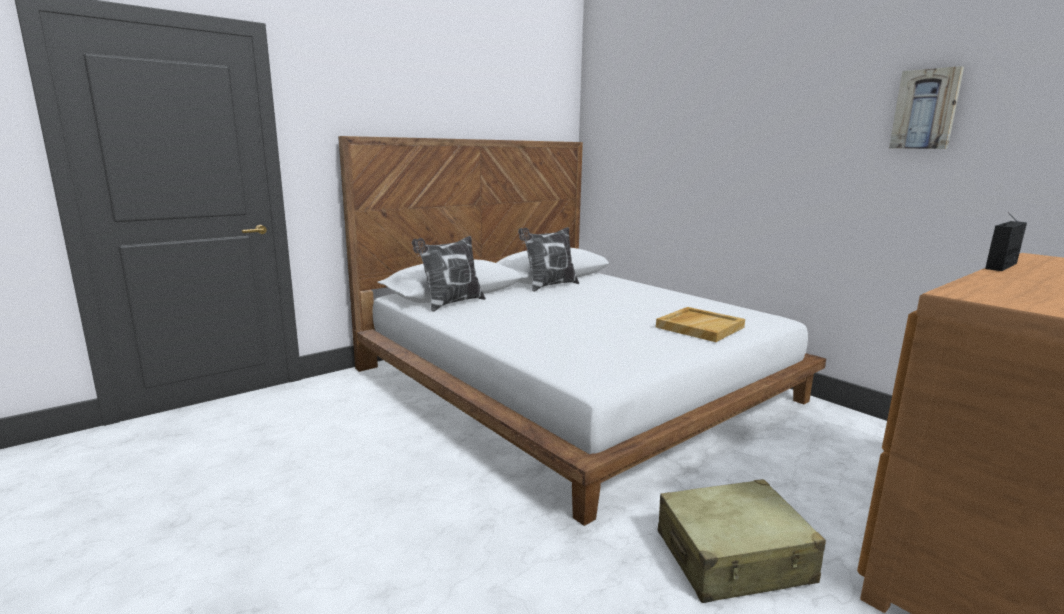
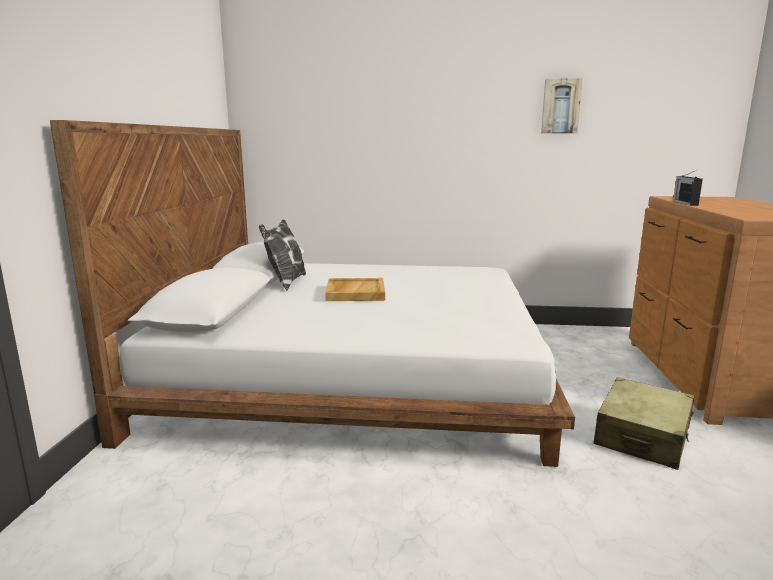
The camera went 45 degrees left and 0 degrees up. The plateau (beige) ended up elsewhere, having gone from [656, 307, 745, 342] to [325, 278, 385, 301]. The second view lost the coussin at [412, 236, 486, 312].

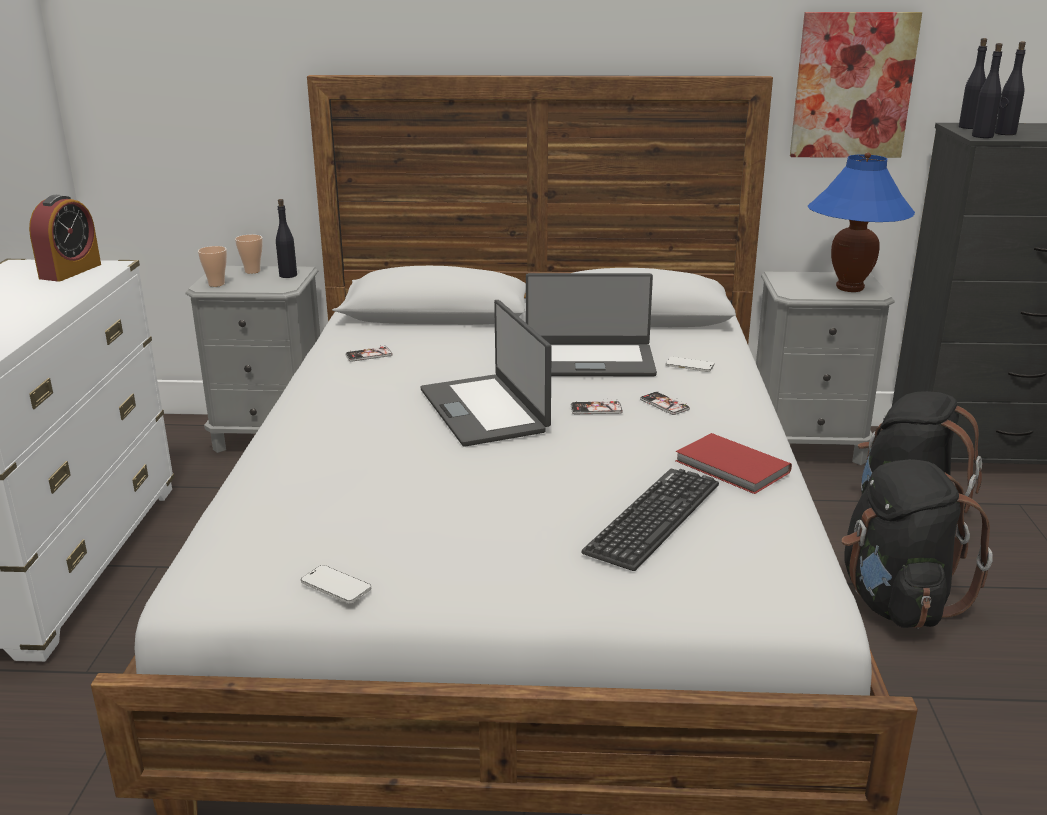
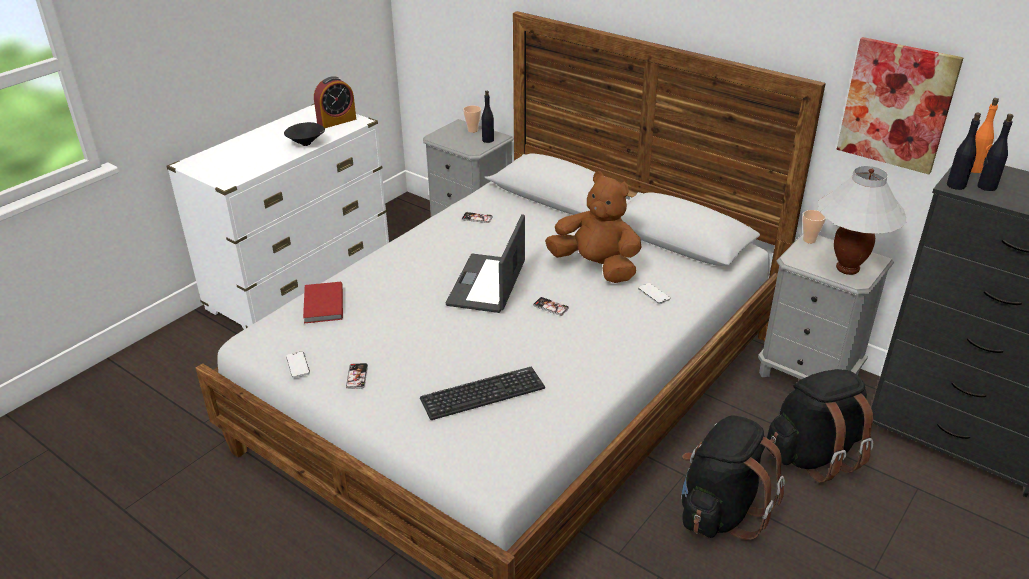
The camera went 35 degrees right and 10 degrees up. The second view gained the bol (noir) at [284, 122, 325, 146]. The livre (rouge) ended up elsewhere, having gone from [676, 433, 792, 494] to [303, 282, 343, 324]. The téléphone ended up elsewhere, having gone from [640, 391, 690, 415] to [346, 363, 368, 389]. Where the ordinateur portable stood at [526, 273, 657, 376], the peluche (marron) came to stand at [545, 172, 641, 283]. The tasse ended up elsewhere, having gone from [198, 246, 227, 287] to [802, 210, 826, 243]. What was the lampe de table (bleu) at [808, 153, 915, 292] turned into the lampe de table (blanc) at [818, 166, 907, 275]. What was the bouteille (noir) at [959, 38, 987, 129] turned into the bouteille (orange) at [971, 98, 999, 173].

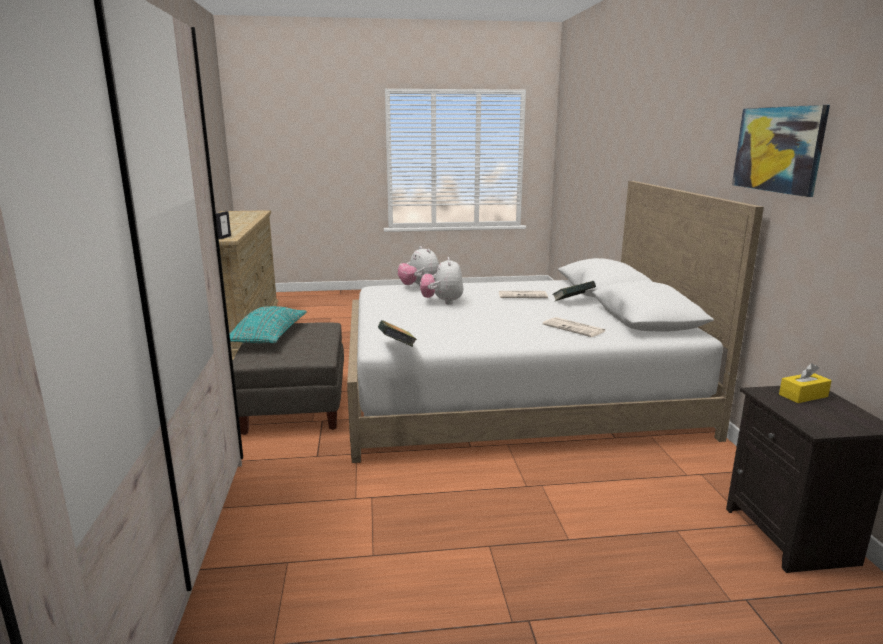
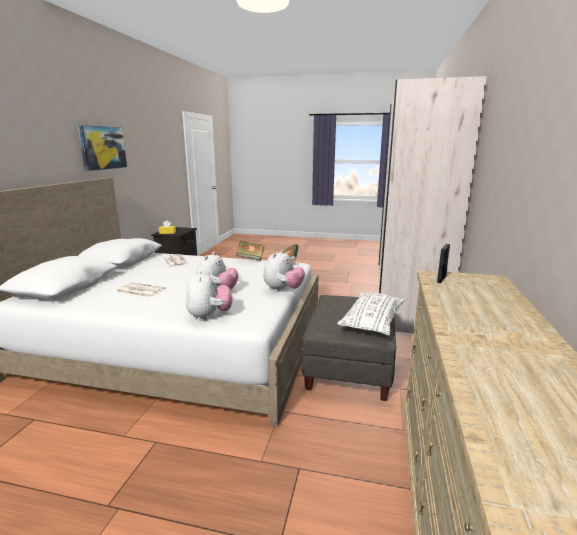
The camera went 160 degrees left and 0 degrees up. The livre ended up elsewhere, having gone from [553, 281, 596, 301] to [236, 241, 264, 260]. The second view gained the peluche at [263, 250, 305, 292]. What was the coussin (turquoise) at [229, 306, 307, 343] turned into the coussin (blanc) at [337, 292, 405, 336].

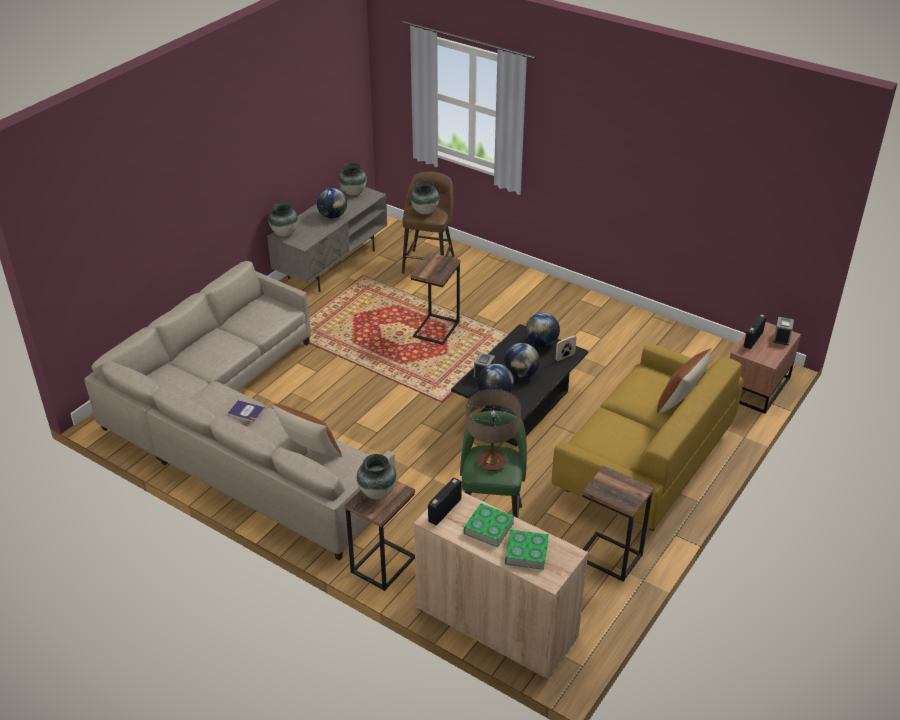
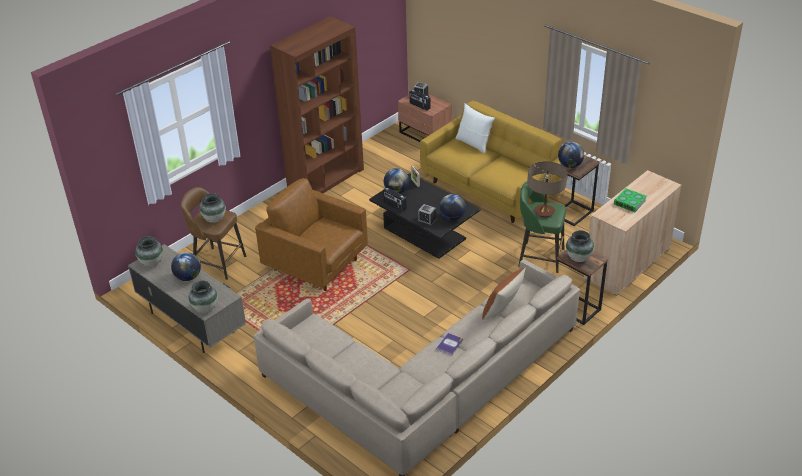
The camera went 80 degrees left and 0 degrees up. Where the table d'appoint stood at [410, 253, 460, 345], the fauteuil (marron) came to stand at [255, 178, 368, 291]. The second view gained the bibliothèque (marron) at [270, 17, 364, 193]. The radio ended up elsewhere, having gone from [428, 477, 462, 525] to [383, 187, 407, 212]. What was the coussin (marron) at [657, 348, 712, 413] turned into the coussin (blanc) at [456, 103, 495, 154]. The globe ended up elsewhere, having gone from [504, 343, 540, 378] to [558, 142, 584, 168]. The second view lost the livre at [505, 529, 549, 570].

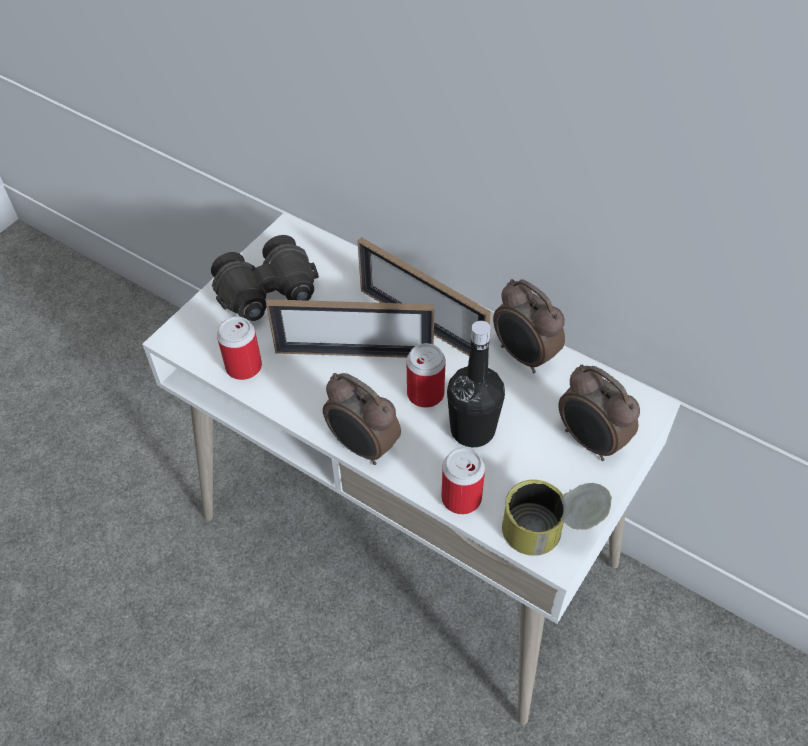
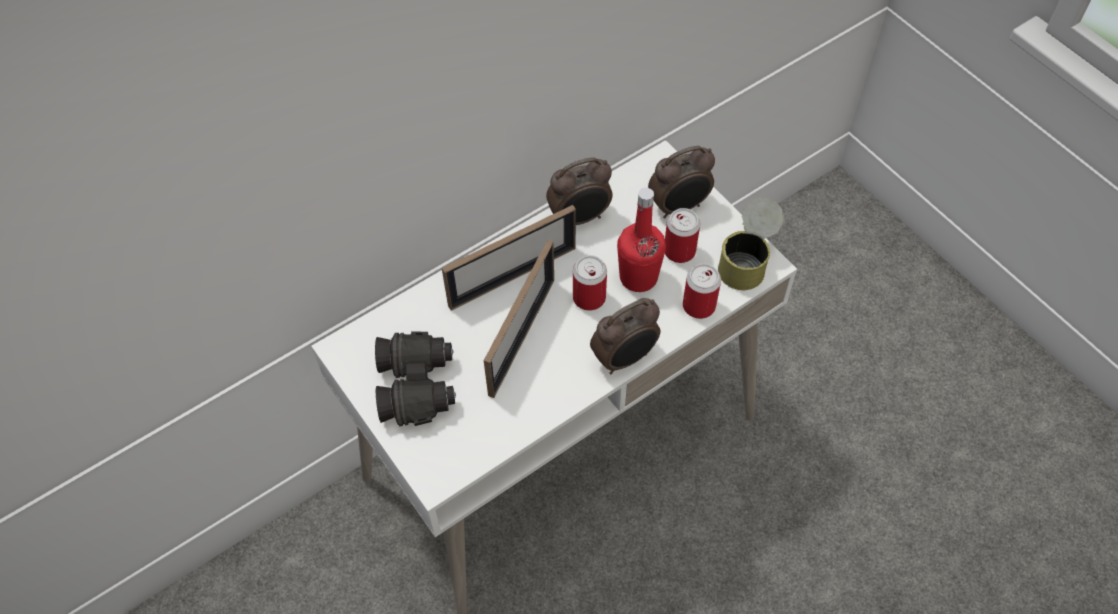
The camera went 70 degrees left and 5 degrees up. What was the bouteille (noir) at [447, 321, 505, 447] turned into the bouteille (rouge) at [617, 188, 666, 292]. The boîte métallique ended up elsewhere, having gone from [217, 316, 262, 380] to [665, 208, 700, 263].

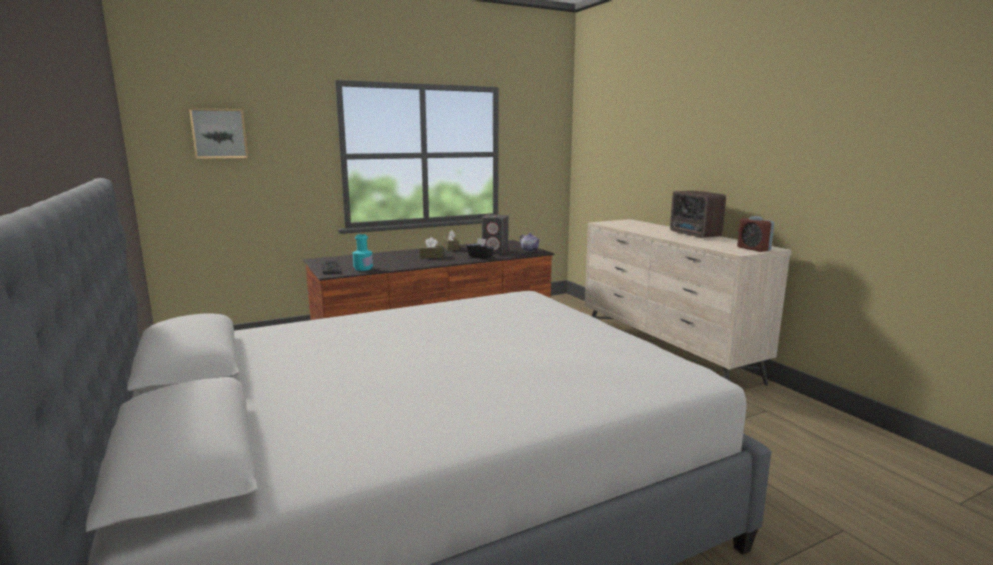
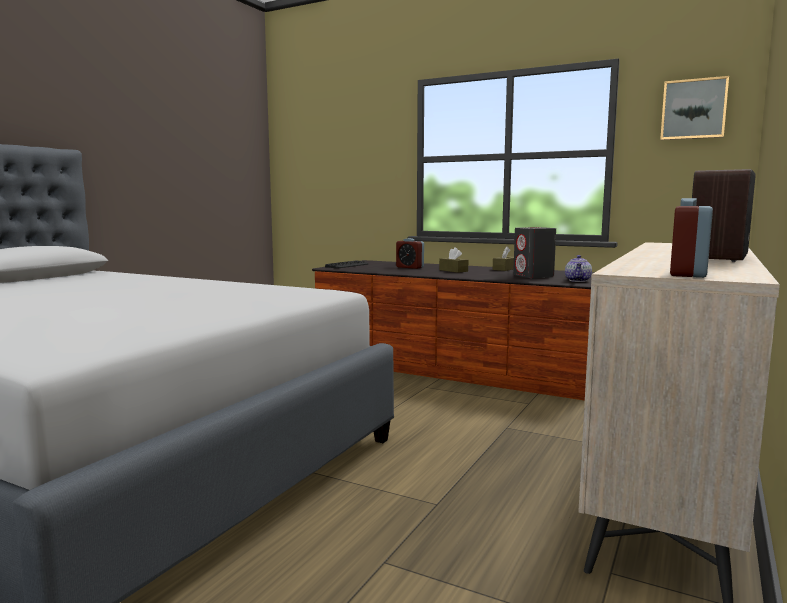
The camera went 55 degrees right and 5 degrees down. The second view gained the réveil at [396, 238, 424, 269]. The tableau ended up elsewhere, having gone from [189, 108, 248, 159] to [660, 76, 729, 140]. The second view lost the bouteille (turquoise) at [353, 234, 373, 271]. The second view lost the boîte à mouchoirs (noir) at [467, 238, 494, 259].

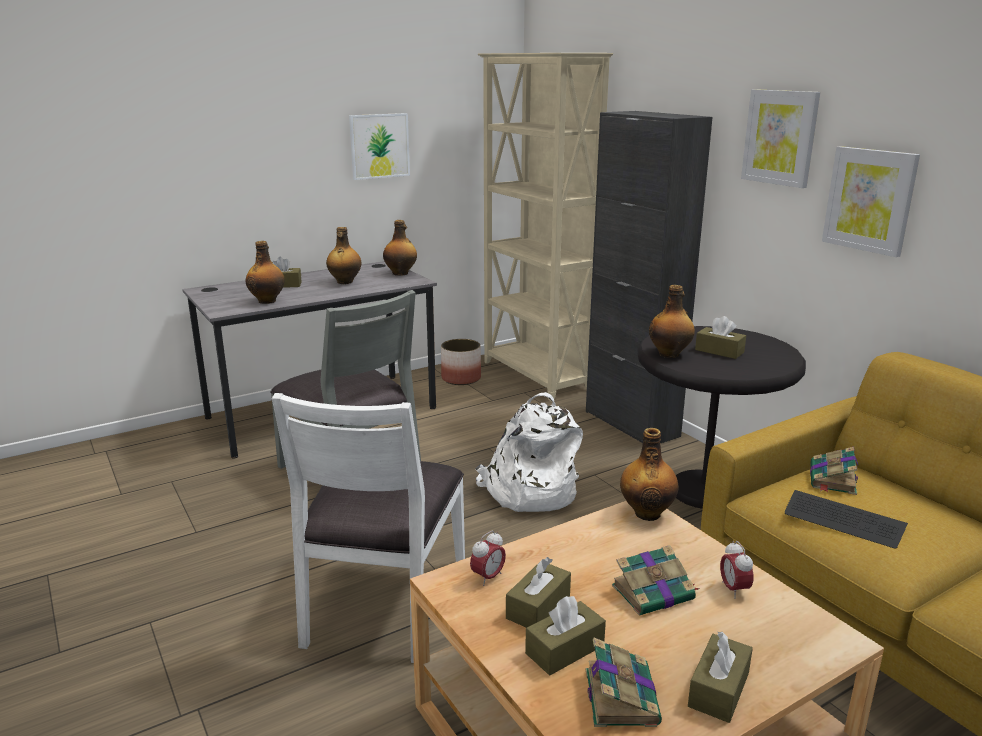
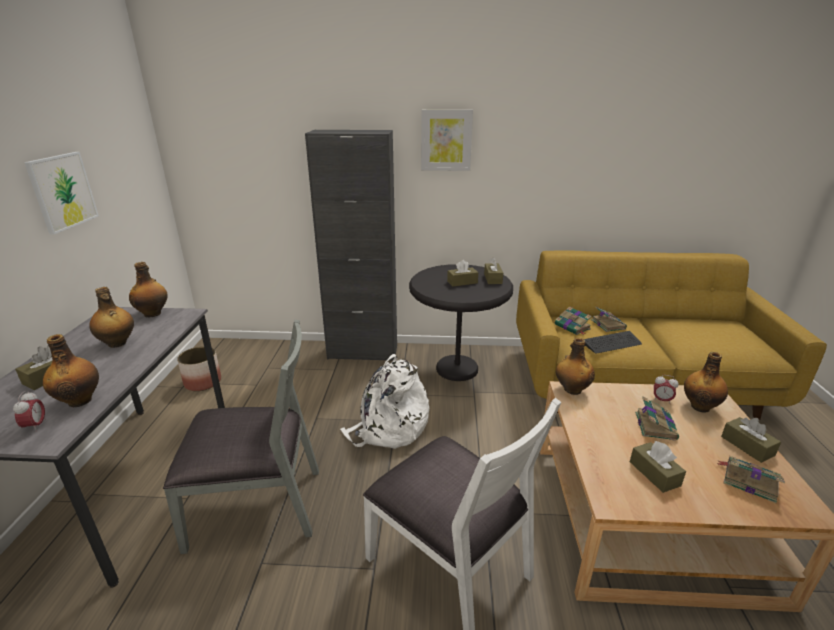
The camera went 55 degrees left and 5 degrees up. The réveil ended up elsewhere, having gone from [470, 530, 506, 586] to [13, 391, 46, 432]. The boîte à mouchoirs (marron) ended up elsewhere, having gone from [525, 596, 606, 675] to [484, 257, 503, 284]. The second view gained the livre at [591, 306, 627, 332]. The bouteille ended up elsewhere, having gone from [649, 285, 695, 358] to [684, 352, 728, 413]. The second view lost the bibliothèque (beige) at [478, 53, 613, 401]. The second view lost the tableau at [822, 146, 920, 257].

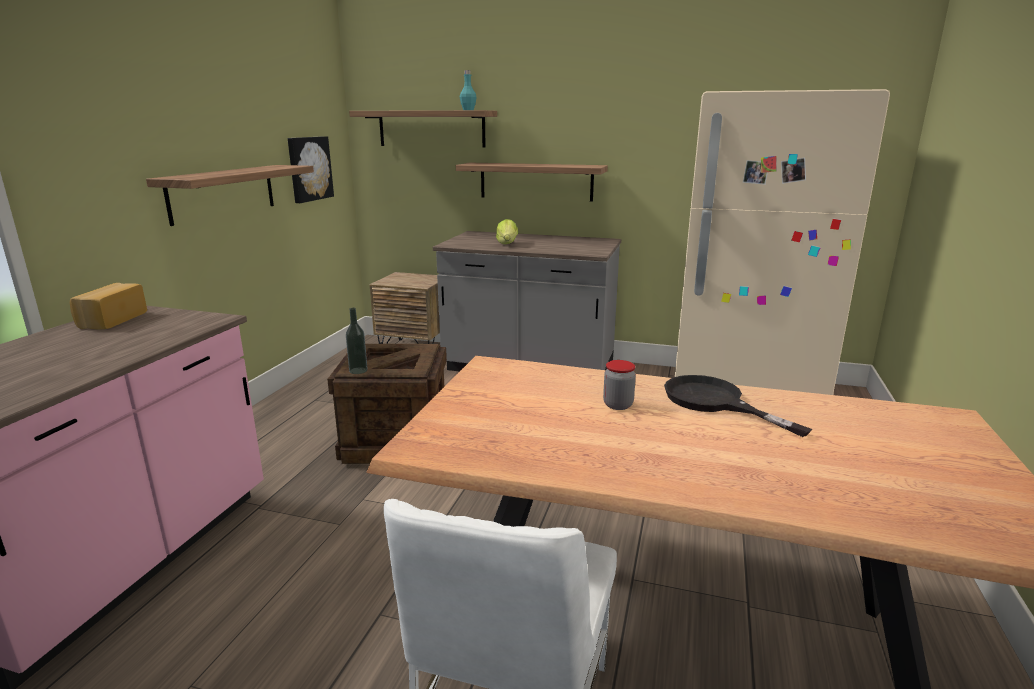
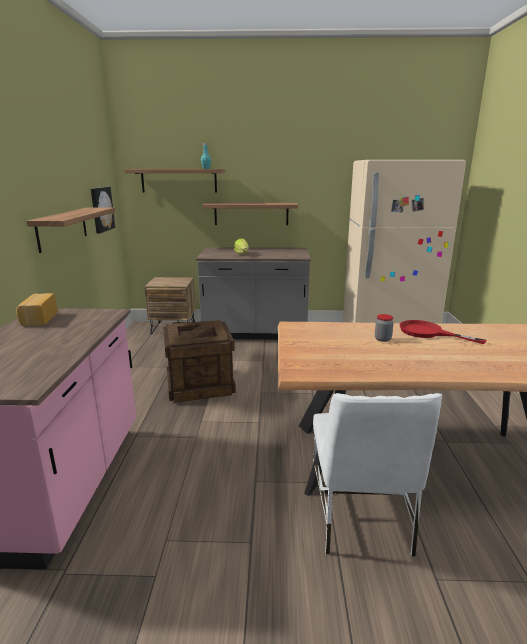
The camera went 15 degrees left and 0 degrees up. What was the poêle (noir) at [664, 375, 812, 437] turned into the poêle (rouge) at [399, 320, 486, 344]. The second view lost the bouteille at [346, 308, 368, 374].

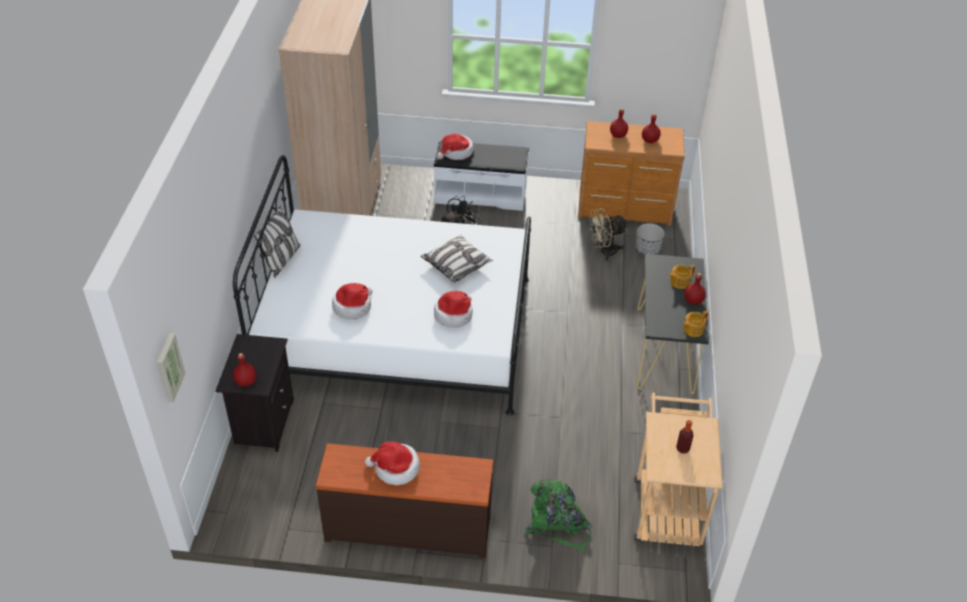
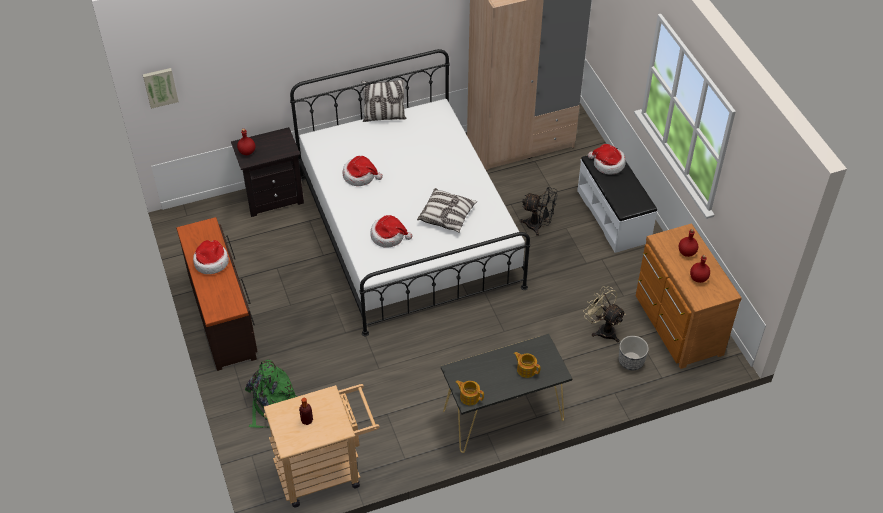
The camera went 65 degrees right and 5 degrees up. The second view lost the bouteille (rouge) at [684, 273, 706, 305].

